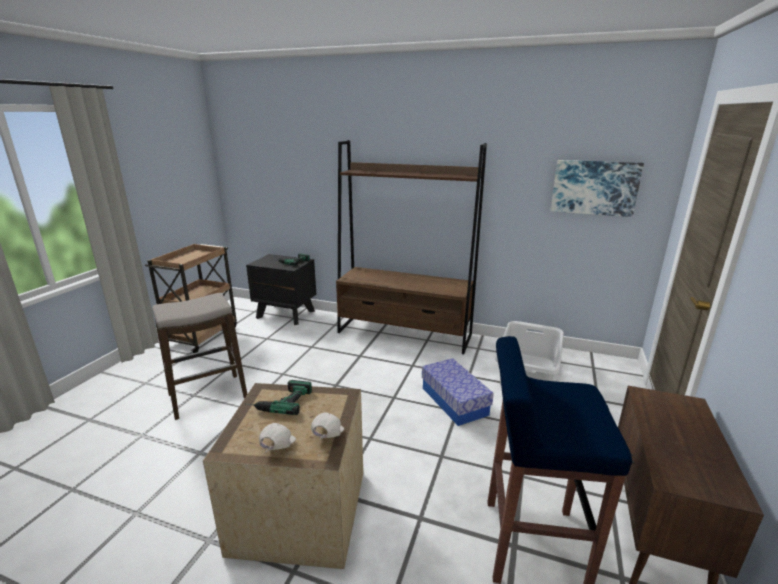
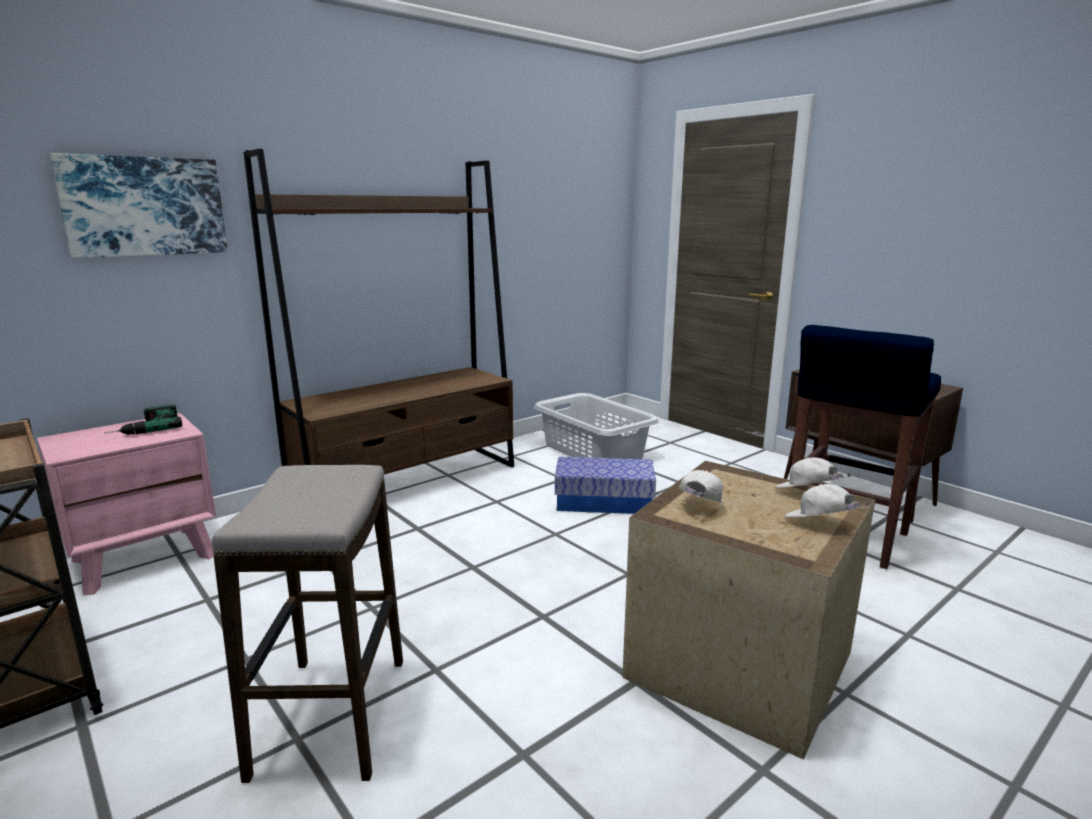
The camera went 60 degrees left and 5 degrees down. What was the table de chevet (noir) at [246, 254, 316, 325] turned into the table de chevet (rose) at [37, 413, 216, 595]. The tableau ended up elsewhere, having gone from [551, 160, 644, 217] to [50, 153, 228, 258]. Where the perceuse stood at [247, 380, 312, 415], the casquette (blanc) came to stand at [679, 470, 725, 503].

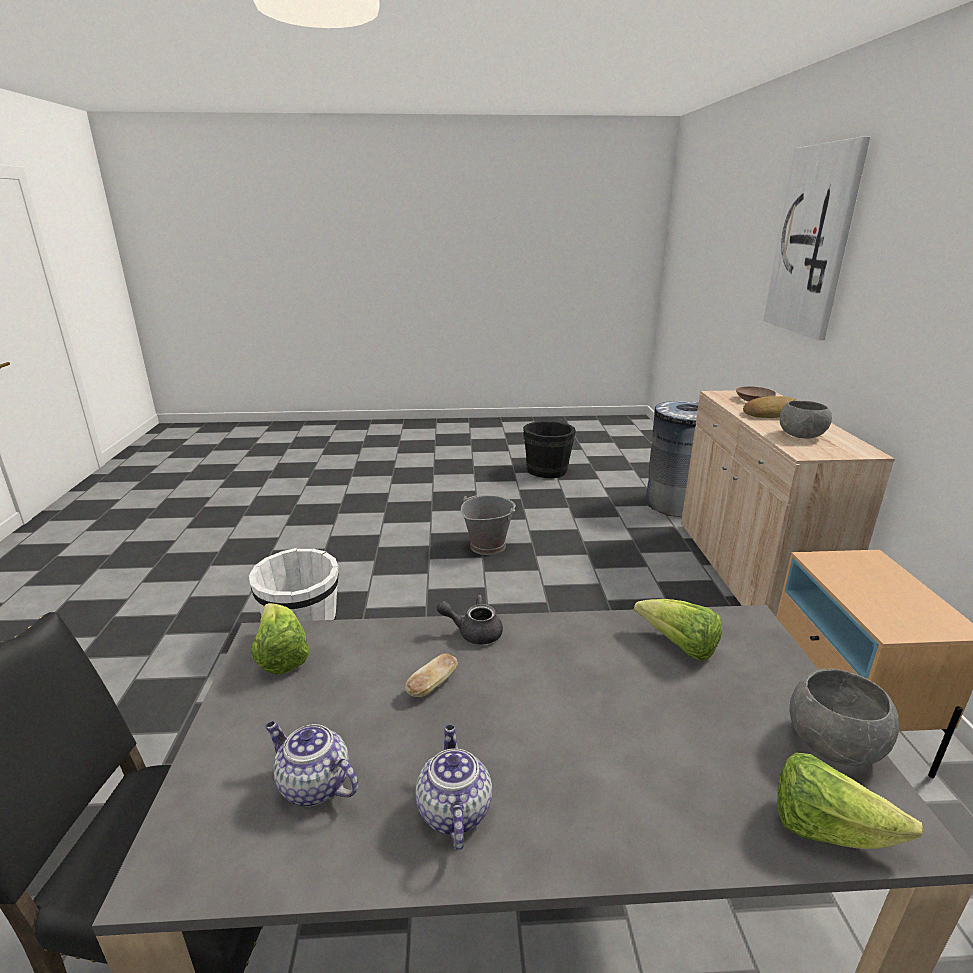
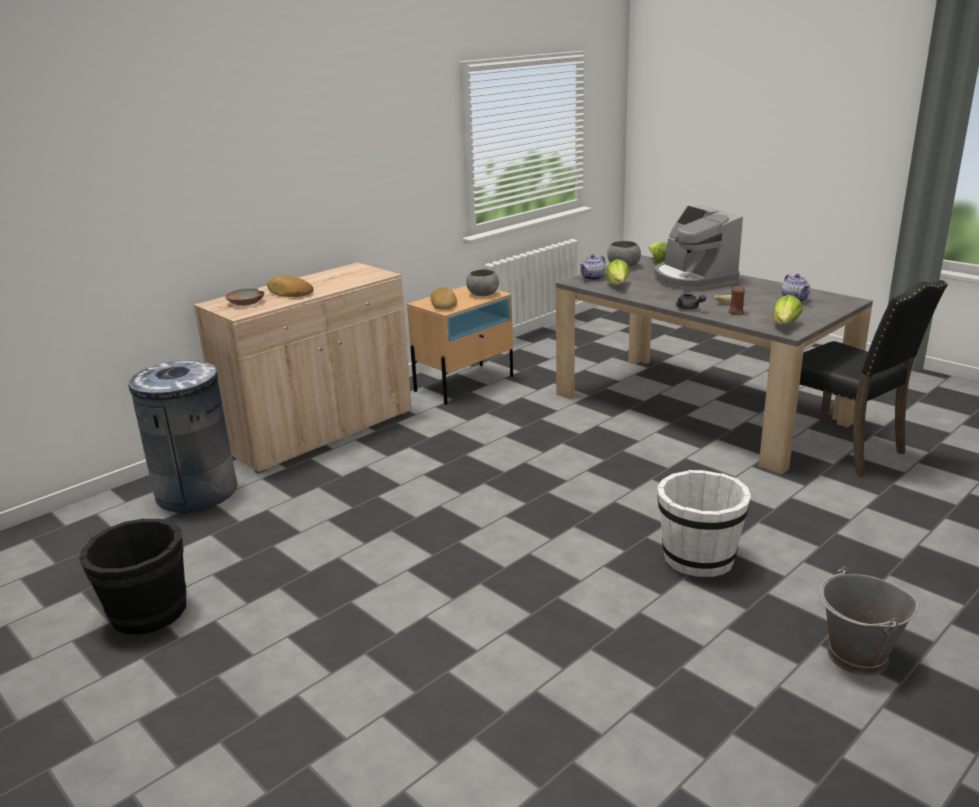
The camera went 130 degrees left and 0 degrees up. The second view gained the pain at [430, 287, 457, 310]. The bol (gris) ended up elsewhere, having gone from [780, 401, 832, 439] to [466, 269, 499, 296]. The théière ended up elsewhere, having gone from [415, 725, 492, 850] to [580, 254, 605, 280]. The second view gained the machine à café at [654, 205, 743, 290]. The second view gained the bougie (marron) at [728, 286, 745, 315]. The seau (gris) ended up elsewhere, having gone from [461, 495, 516, 555] to [820, 567, 918, 676]. The second view lost the tableau at [763, 136, 870, 340].

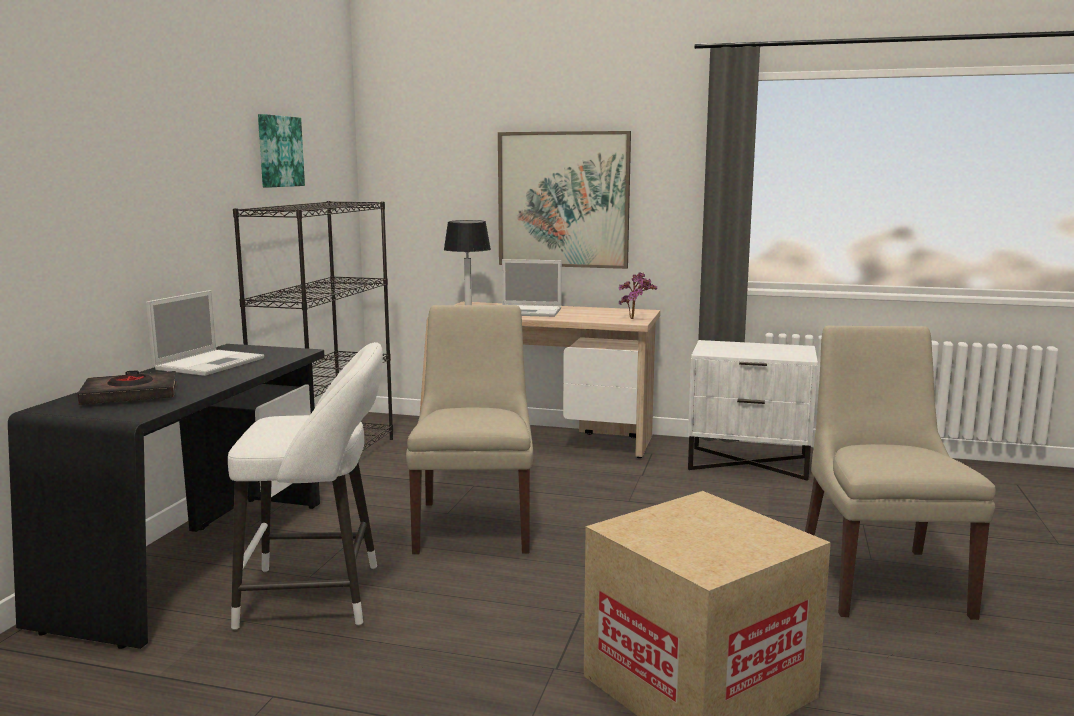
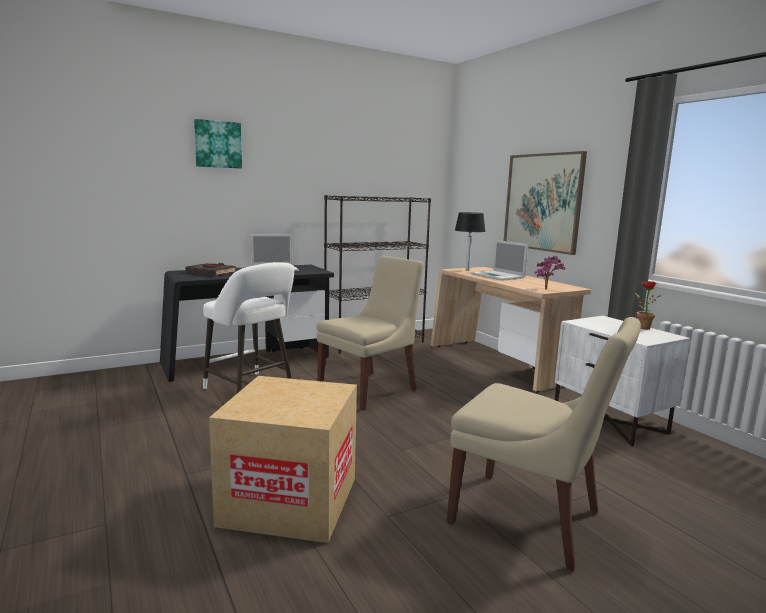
The camera went 45 degrees right and 0 degrees up. The tableau ended up elsewhere, having gone from [258, 114, 305, 187] to [194, 119, 242, 168]. The chaise (beige) at [805, 326, 996, 620] ended up facing another way, 75 degrees clockwise from before. The second view gained the plante en pot at [635, 281, 661, 329].

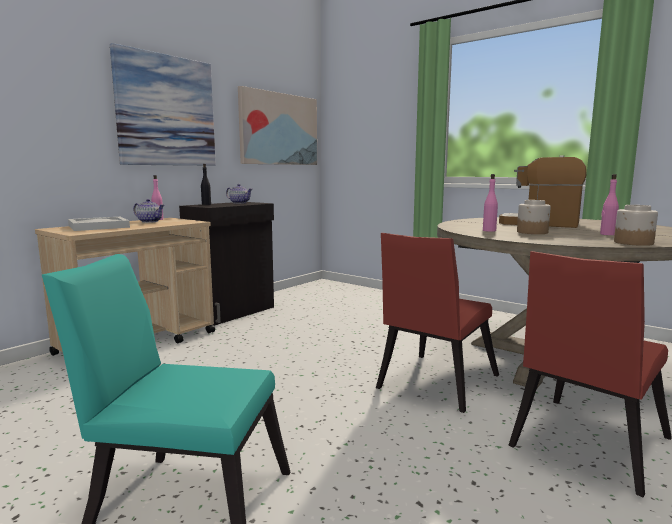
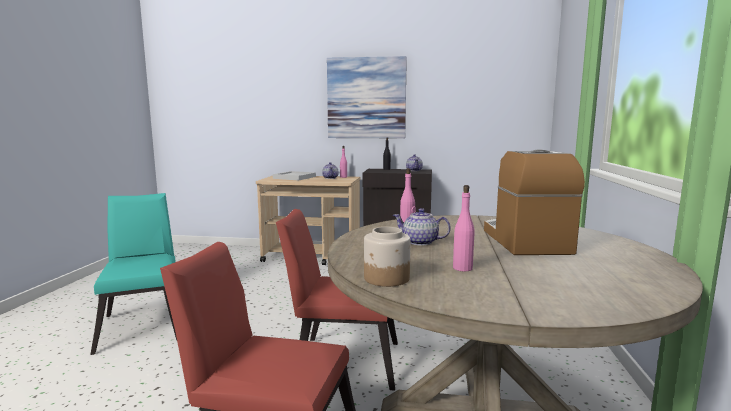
The camera went 60 degrees right and 0 degrees up. Where the bocal stood at [517, 200, 551, 234], the théière came to stand at [393, 208, 451, 246]. The second view lost the tableau at [238, 86, 317, 165].

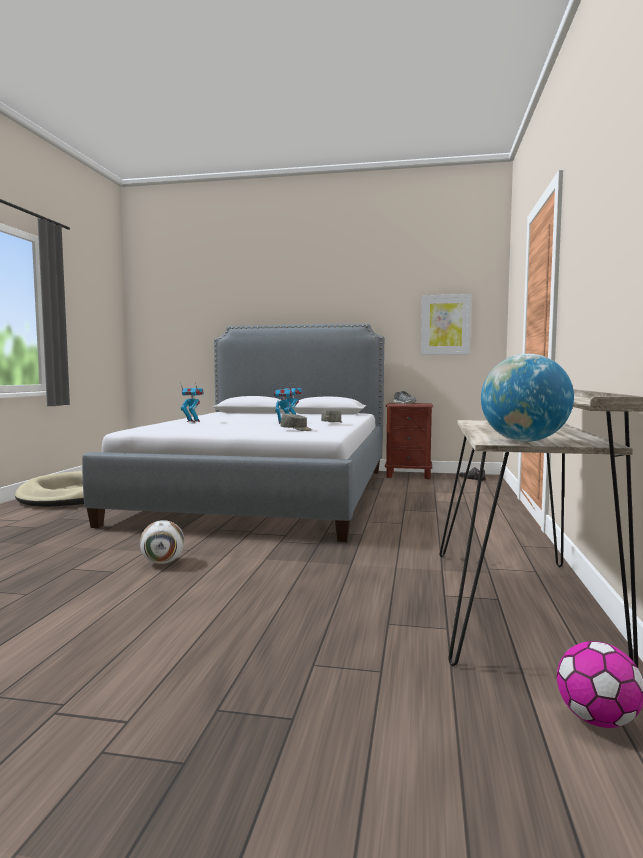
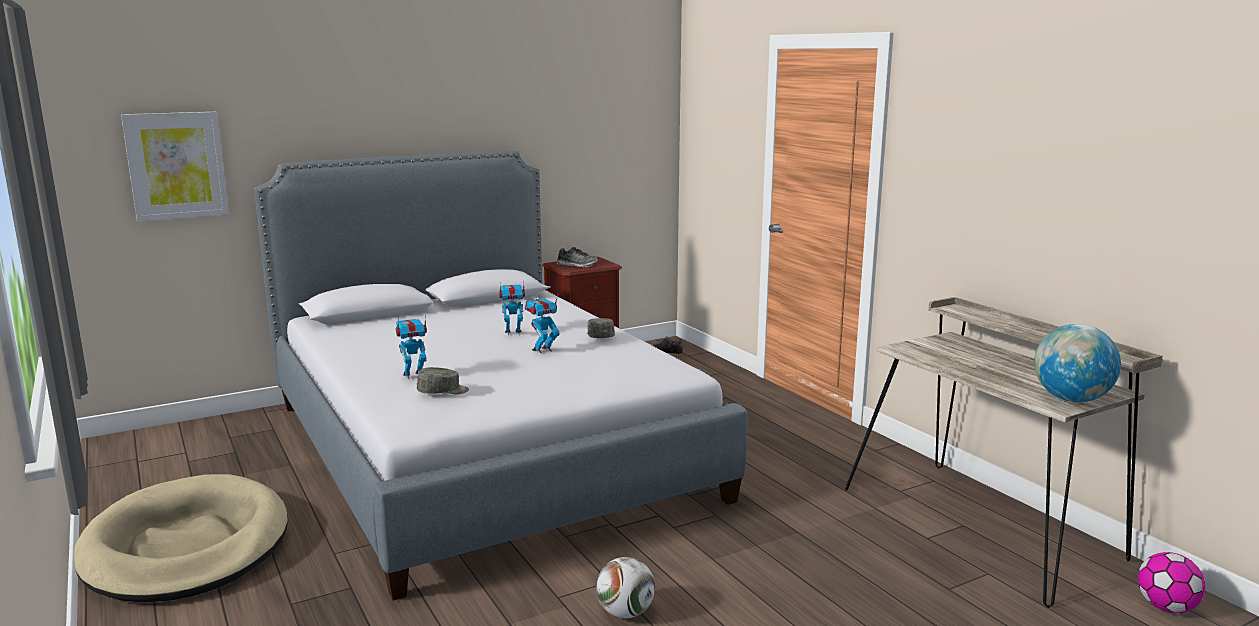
The camera went 40 degrees left and 10 degrees up. The tableau ended up elsewhere, having gone from [421, 294, 471, 355] to [121, 112, 229, 222]. The casquette (gris) ended up elsewhere, having gone from [280, 414, 312, 431] to [417, 367, 469, 394].

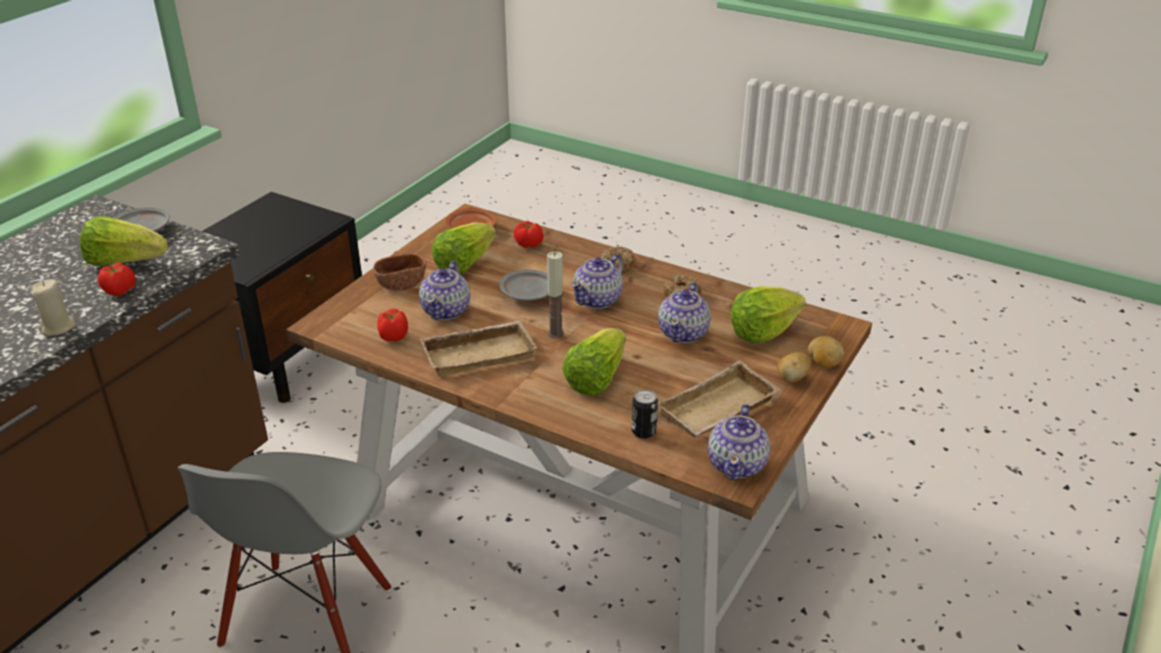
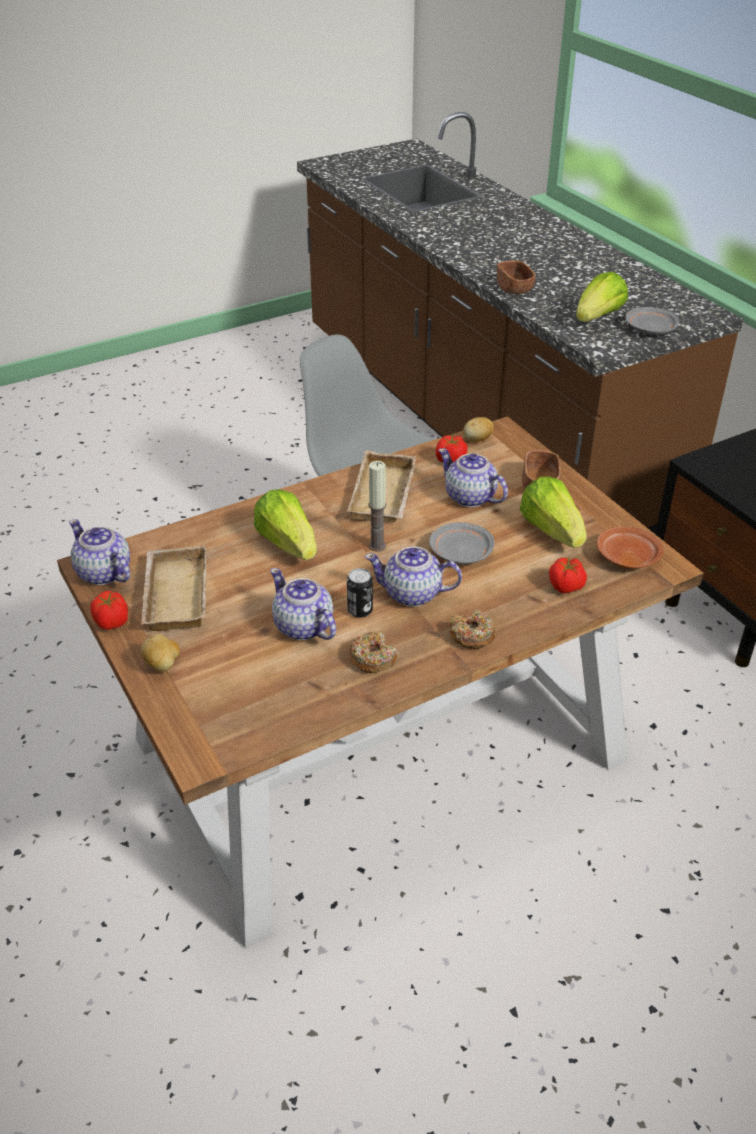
The camera went 120 degrees right and 5 degrees up. The tomate ended up elsewhere, having gone from [98, 262, 136, 296] to [90, 591, 128, 630]. The boîte métallique ended up elsewhere, having gone from [632, 389, 658, 439] to [347, 568, 373, 618]. The théière at [571, 254, 624, 309] ended up facing another way, 60 degrees counterclockwise from before. The pomme de terre ended up elsewhere, having gone from [808, 336, 844, 368] to [463, 417, 494, 442]. Where the bougie (beige) stood at [32, 279, 76, 336], the bol (marron) came to stand at [497, 261, 535, 294]. The second view lost the laitue at [730, 286, 806, 344].

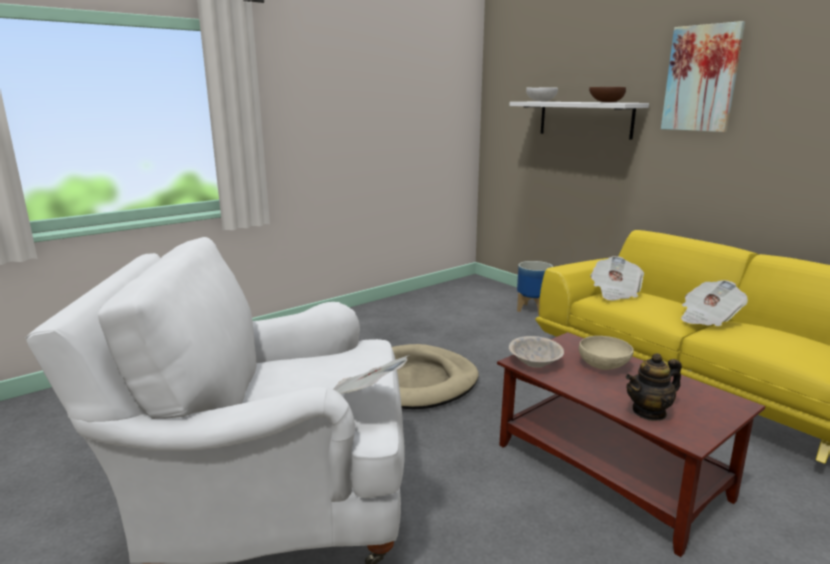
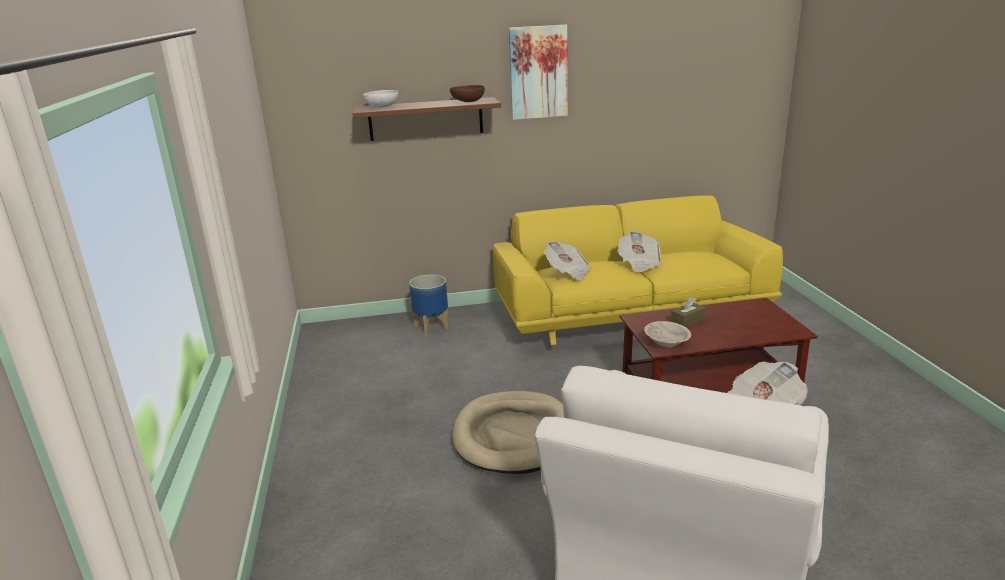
The camera went 60 degrees left and 5 degrees up. What was the étagère (blanc) at [509, 102, 649, 140] turned into the étagère (marron) at [353, 97, 501, 141]. Where the bol (beige) stood at [579, 336, 634, 370], the boîte à mouchoirs (marron) came to stand at [670, 297, 706, 327]. The second view lost the théière at [626, 353, 682, 421].

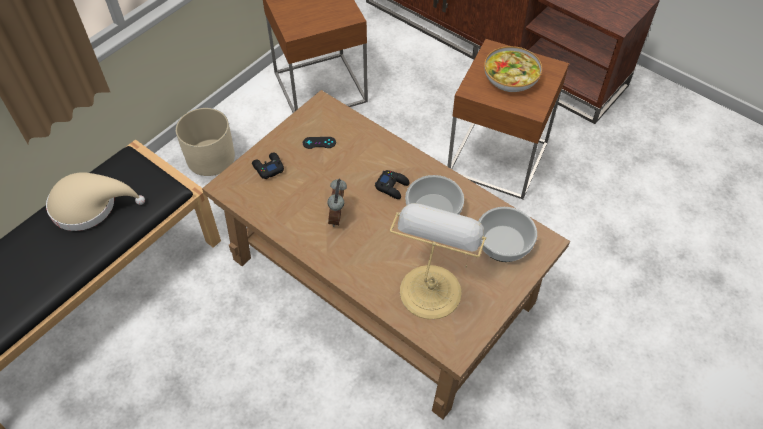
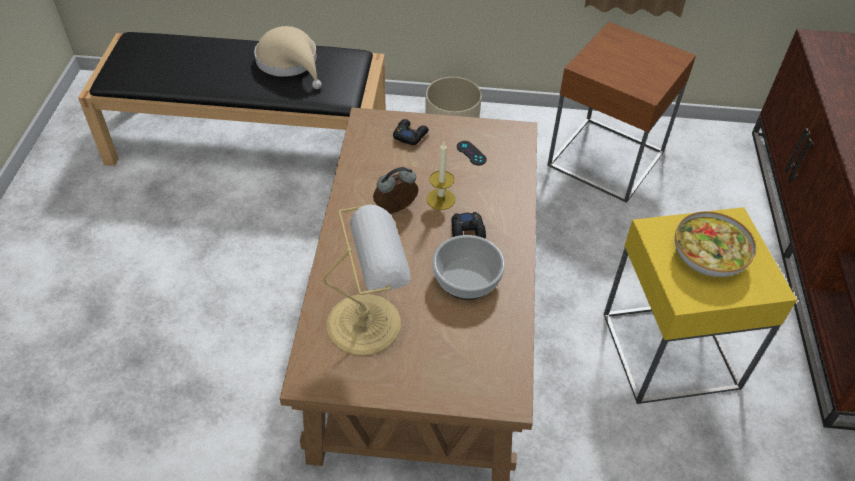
The camera went 55 degrees right and 5 degrees down. The second view gained the bougie at [427, 142, 455, 210]. What was the table d'appoint (marron) at [447, 39, 569, 199] turned into the table d'appoint (jaune) at [603, 207, 797, 404]. The second view lost the bol at [479, 207, 537, 262].

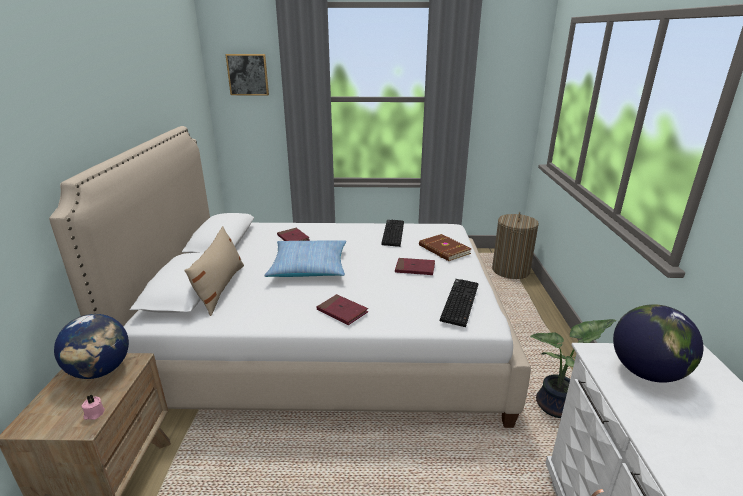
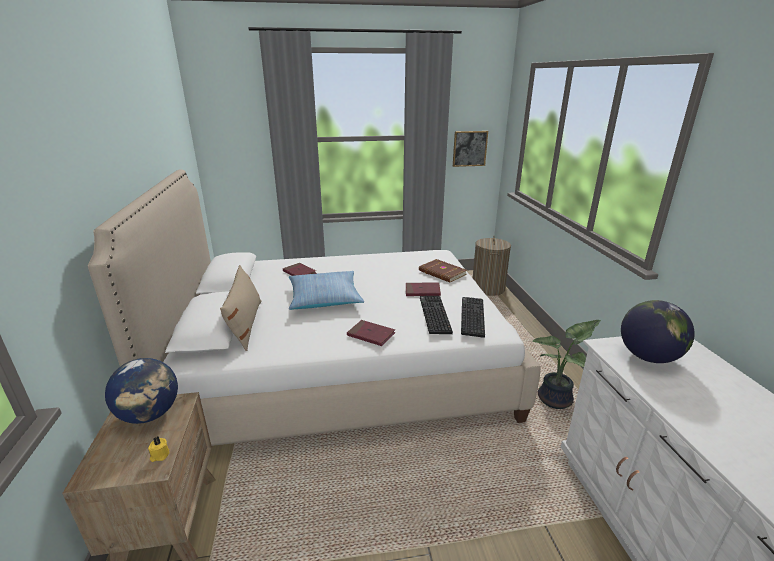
The camera went 10 degrees left and 0 degrees up. What was the bougie (rose) at [81, 394, 105, 420] turned into the bougie (jaune) at [148, 436, 169, 462]. The clavier ended up elsewhere, having gone from [381, 220, 404, 247] to [420, 296, 453, 334]. The tableau ended up elsewhere, having gone from [225, 54, 269, 95] to [453, 131, 488, 167].

